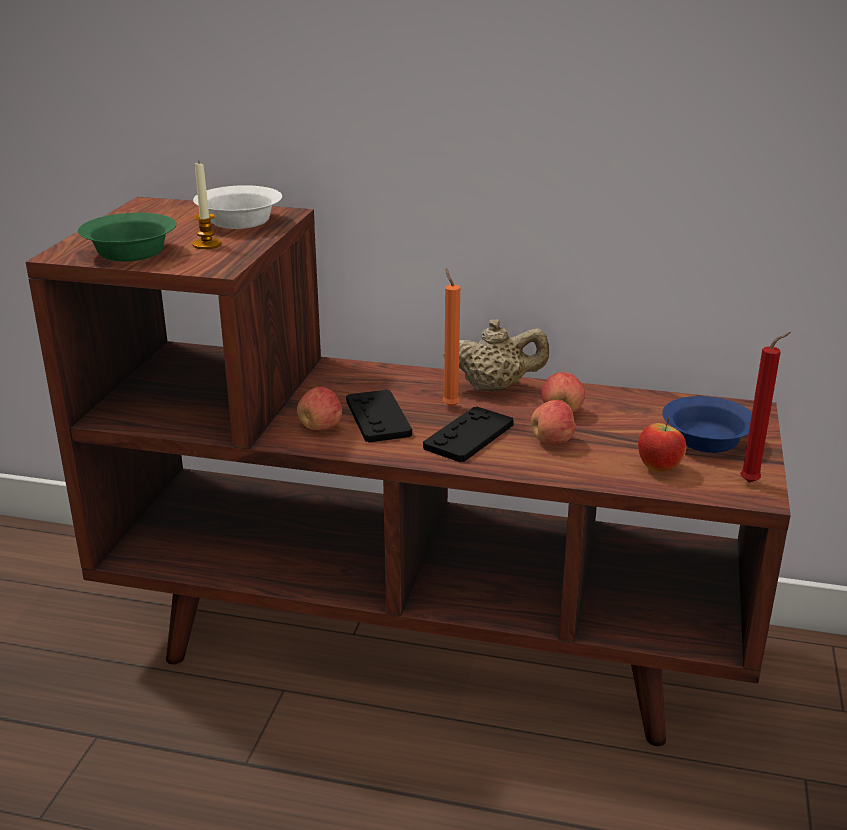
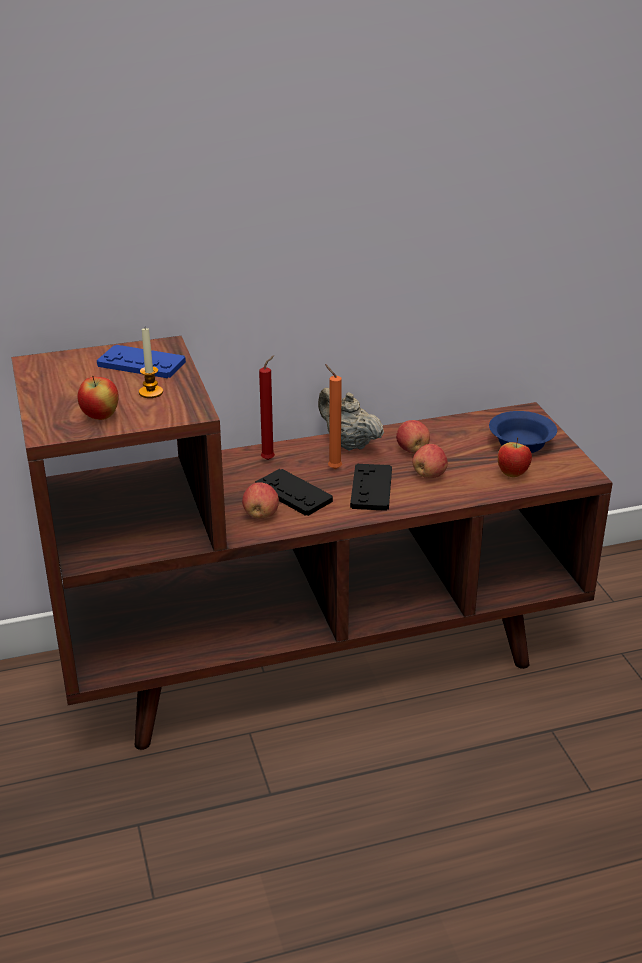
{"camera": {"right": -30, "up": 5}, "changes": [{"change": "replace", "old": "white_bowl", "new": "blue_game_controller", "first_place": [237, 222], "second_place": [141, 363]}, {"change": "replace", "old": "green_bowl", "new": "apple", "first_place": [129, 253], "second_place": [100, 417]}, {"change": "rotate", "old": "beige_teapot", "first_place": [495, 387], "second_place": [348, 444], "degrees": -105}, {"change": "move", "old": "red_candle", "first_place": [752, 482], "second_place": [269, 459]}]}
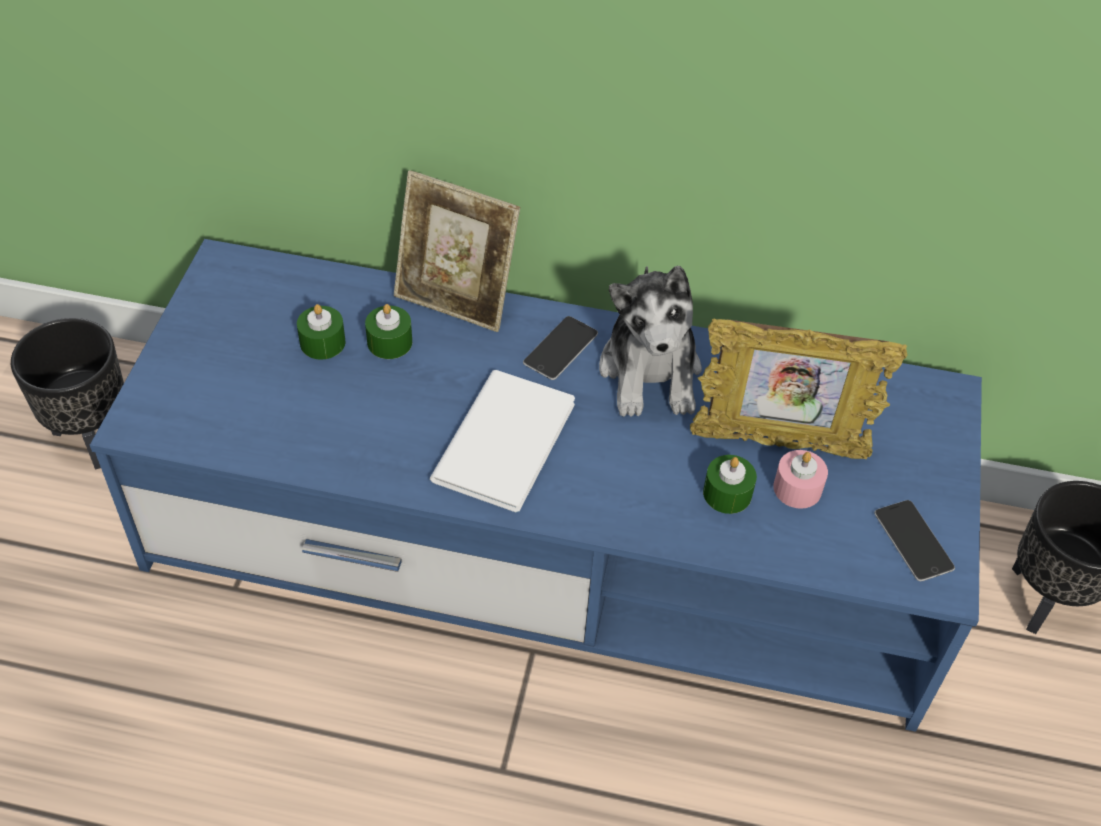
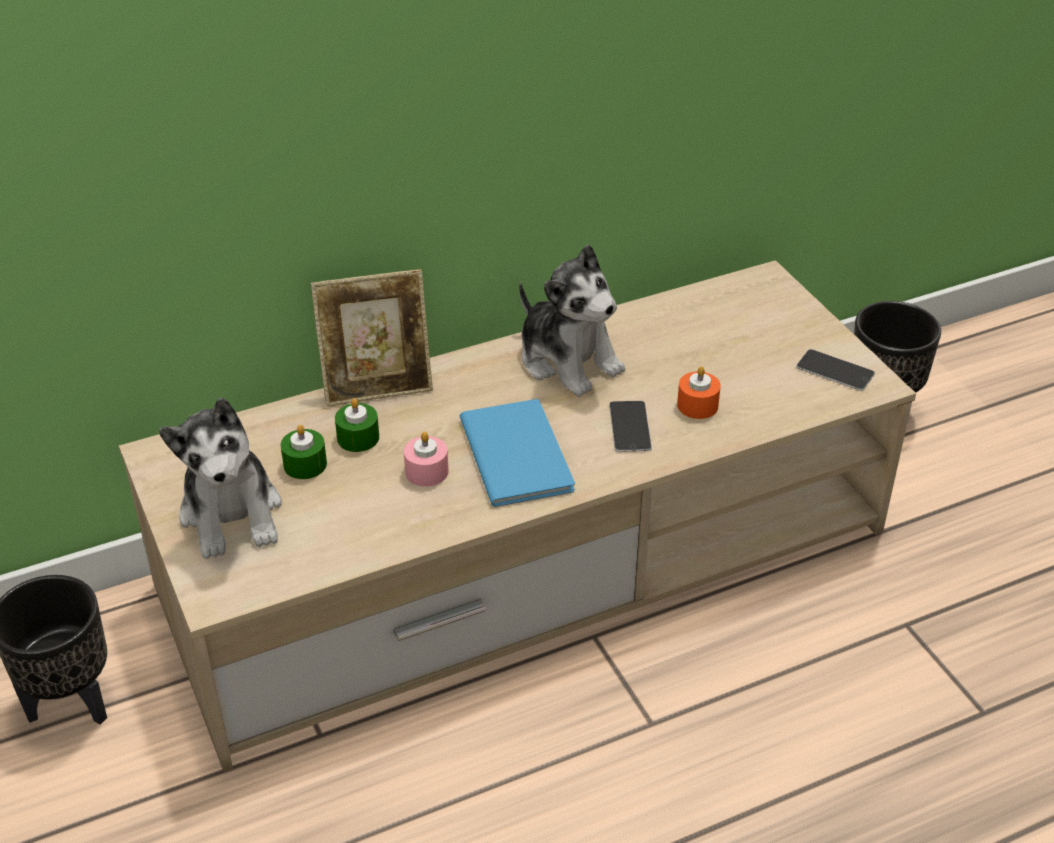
{"camera": {"right": -35, "up": -10}, "changes": [{"change": "recolor", "old": "blue_tv_stand", "new": "beige_tv_stand", "first_place": [547, 535], "second_place": [527, 557]}, {"change": "move", "old": "phone", "first_place": [560, 348], "second_place": [630, 426]}, {"change": "delete", "old": "picture_frame", "first_place": [778, 444]}, {"change": "recolor", "old": "white_book", "new": "blue_book", "first_place": [510, 440], "second_place": [519, 451]}, {"change": "move", "old": "pink_candle", "first_place": [797, 488], "second_place": [426, 471]}, {"change": "recolor", "old": "green_candle", "new": "orange_candle", "first_place": [727, 493], "second_place": [697, 405]}, {"change": "insert", "new": "plush_toy", "second_place": [232, 514]}]}
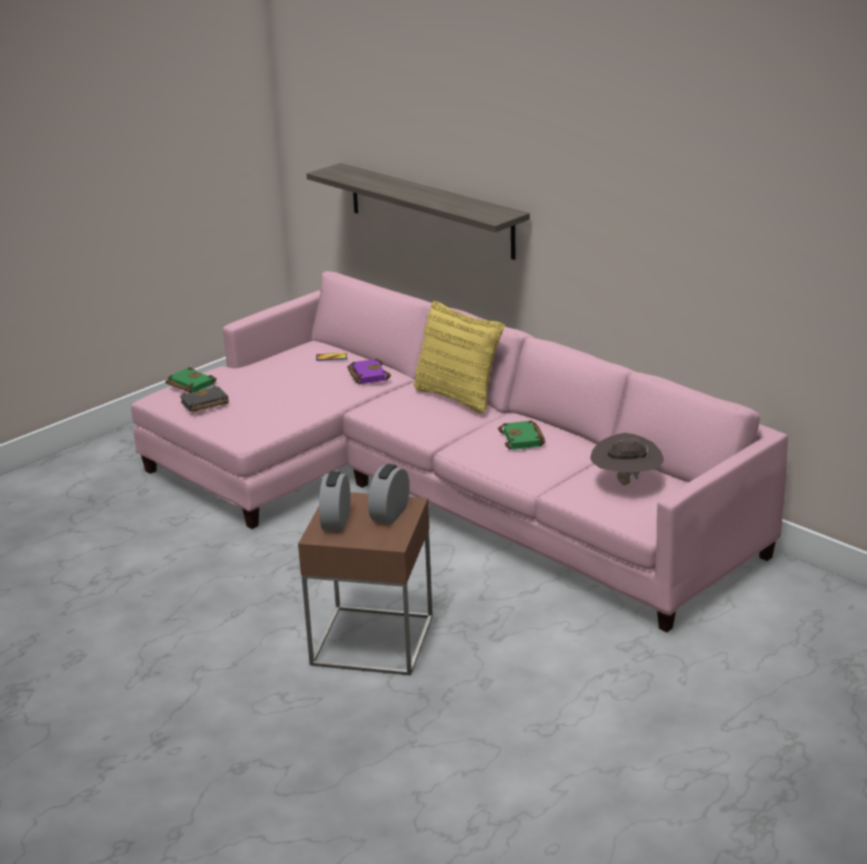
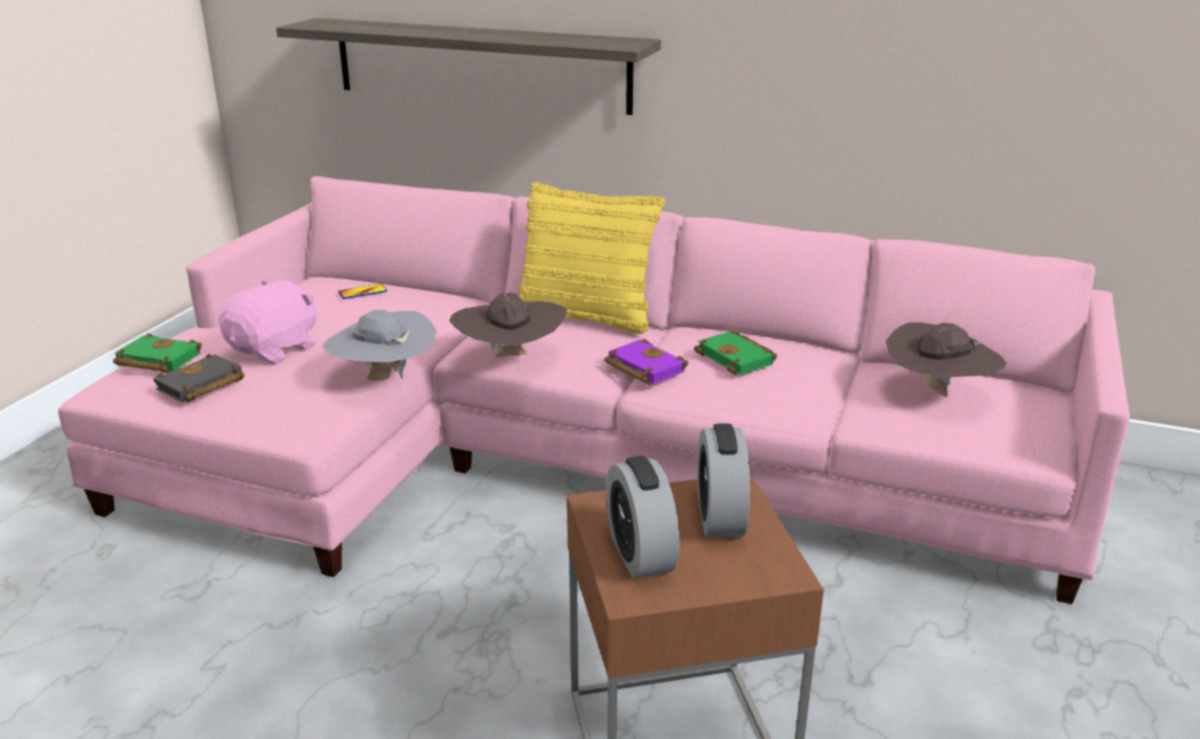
{"camera": {"right": -25, "up": 0}, "changes": [{"change": "move", "old": "purple_book", "first_place": [367, 375], "second_place": [642, 368]}, {"change": "insert", "new": "pink_plush_toy", "second_place": [275, 349]}, {"change": "insert", "new": "brown_hat", "second_place": [510, 359]}, {"change": "insert", "new": "grey_hat", "second_place": [383, 379]}]}
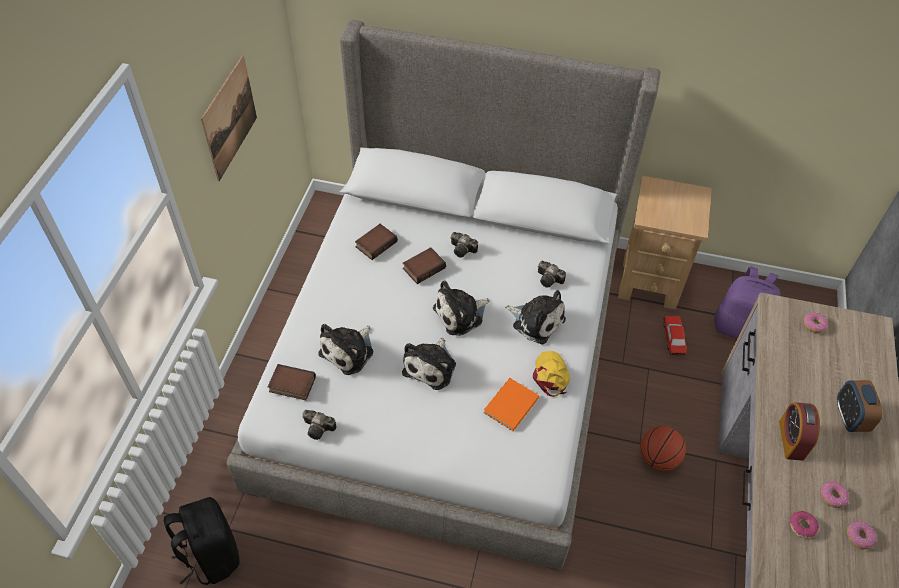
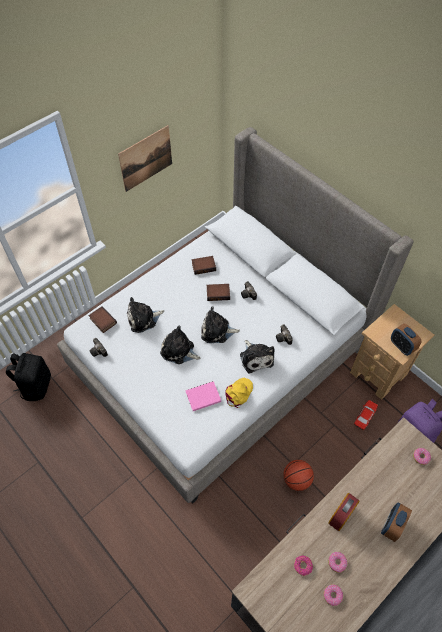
{"camera": {"right": 35, "up": 5}, "changes": [{"change": "rotate", "old": "plush_toy", "first_place": [431, 366], "second_place": [179, 351], "degrees": 60}, {"change": "recolor", "old": "orange_book", "new": "pink_book", "first_place": [509, 406], "second_place": [202, 396]}, {"change": "insert", "new": "alarm_clock", "second_place": [402, 346]}]}
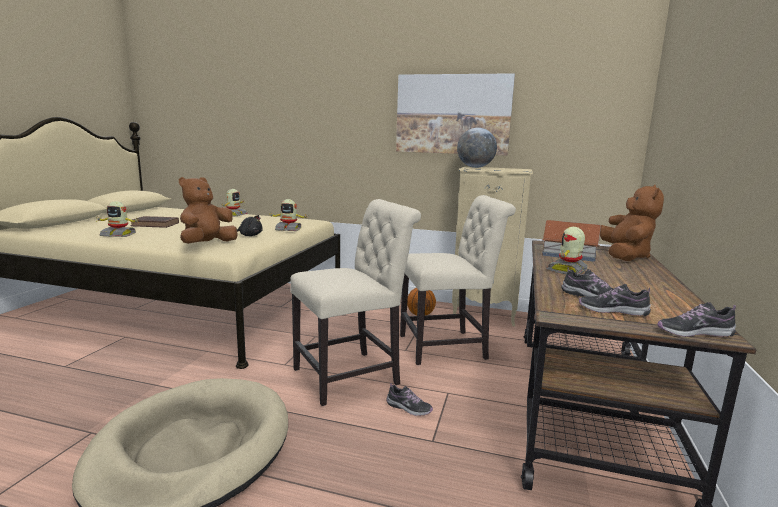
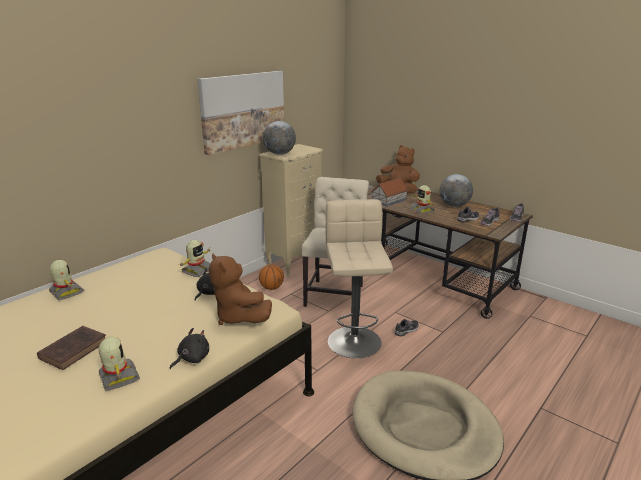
{"camera": {"right": -65, "up": 10}, "changes": [{"change": "replace", "old": "beige_chair", "new": "beige_stool", "first_place": [353, 376], "second_place": [354, 341]}, {"change": "rotate", "old": "toy_robot", "first_place": [119, 235], "second_place": [118, 378], "degrees": -60}, {"change": "insert", "new": "globe", "second_place": [454, 206]}, {"change": "insert", "new": "black_plush_toy", "second_place": [192, 358]}]}
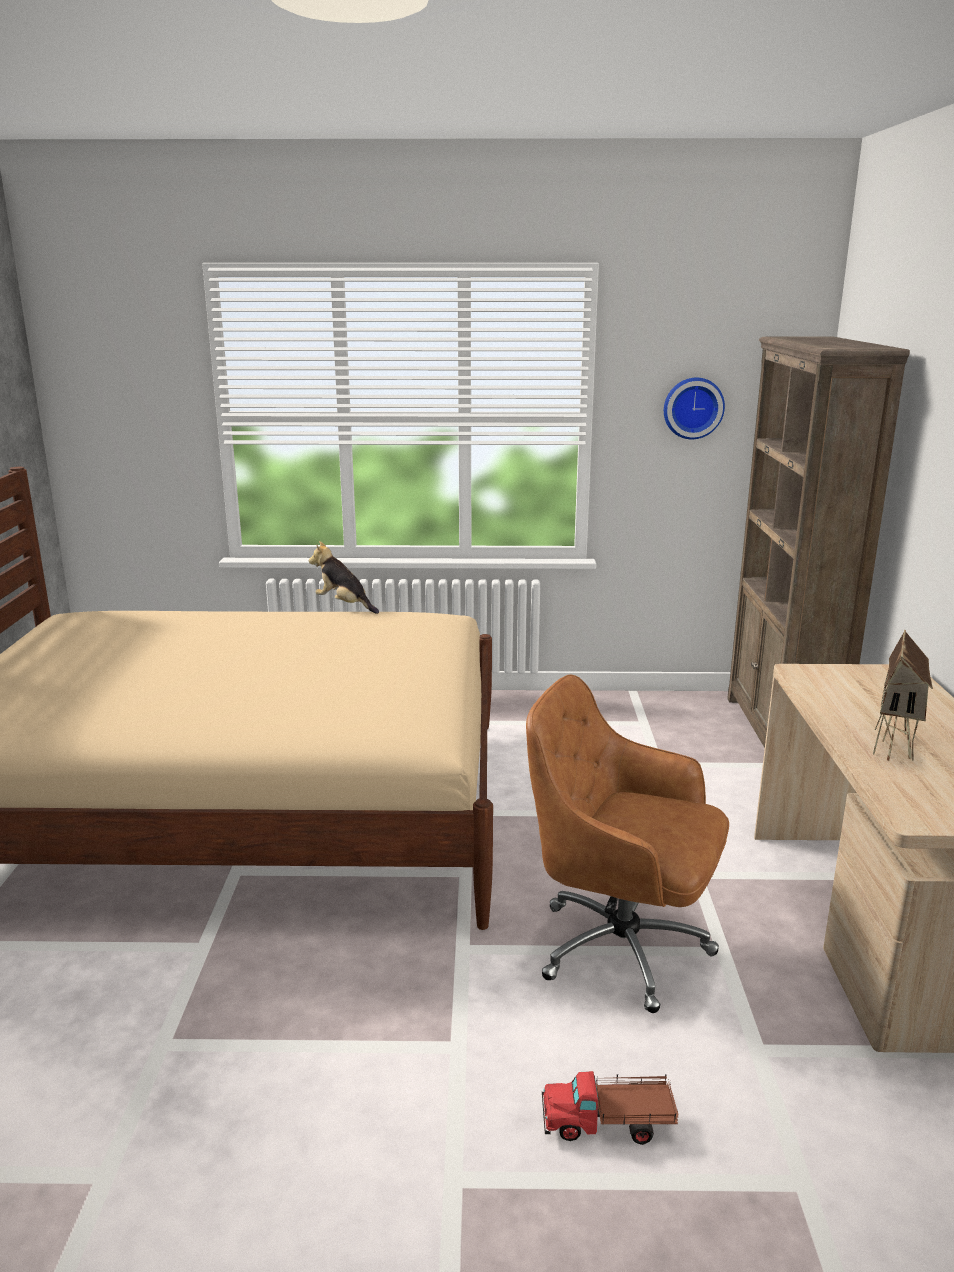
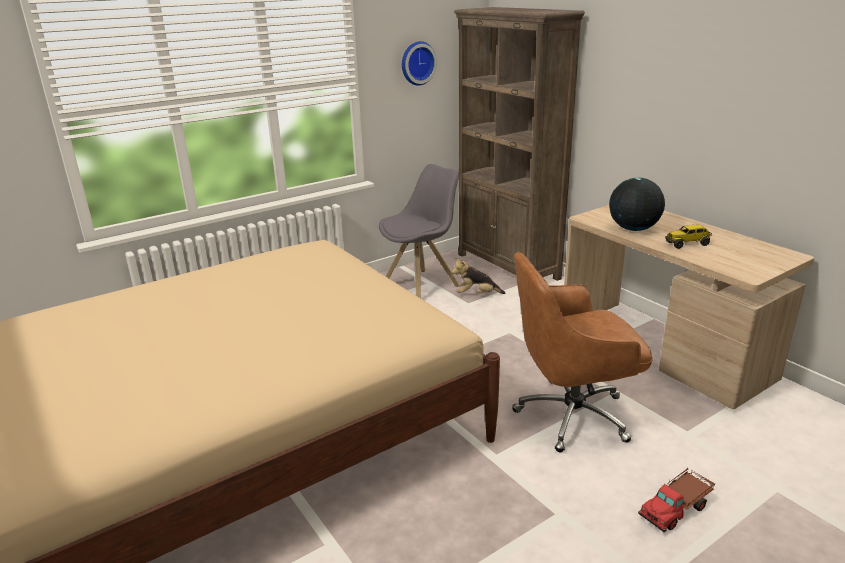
{"camera": {"right": -35, "up": 5}, "changes": [{"change": "move", "old": "plush_toy", "first_place": [344, 605], "second_place": [476, 294]}, {"change": "replace", "old": "toy_house", "new": "toy_truck", "first_place": [895, 747], "second_place": [687, 244]}, {"change": "insert", "new": "grey_chair", "second_place": [421, 286]}, {"change": "insert", "new": "globe", "second_place": [633, 229]}]}
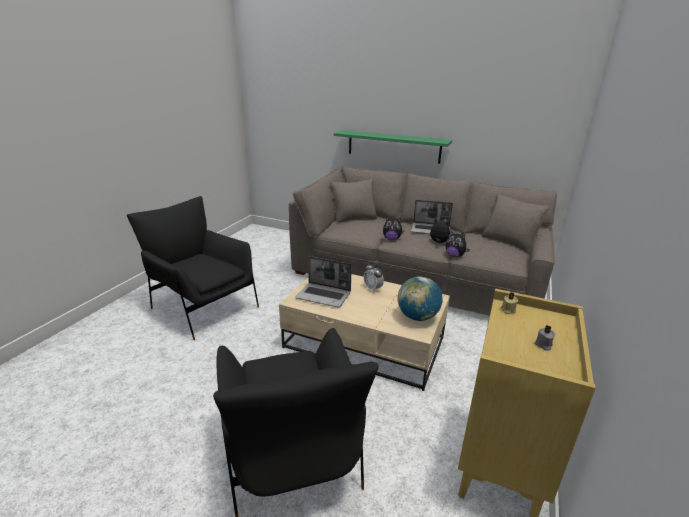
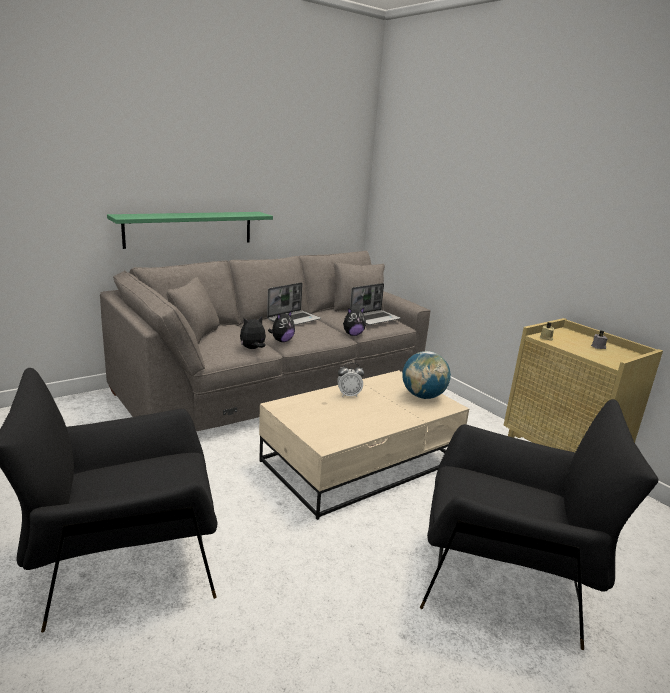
{"camera": {"right": -60, "up": -5}, "changes": [{"change": "move", "old": "plush_toy", "first_place": [438, 242], "second_place": [253, 349]}, {"change": "move", "old": "laptop", "first_place": [324, 296], "second_place": [375, 318]}]}
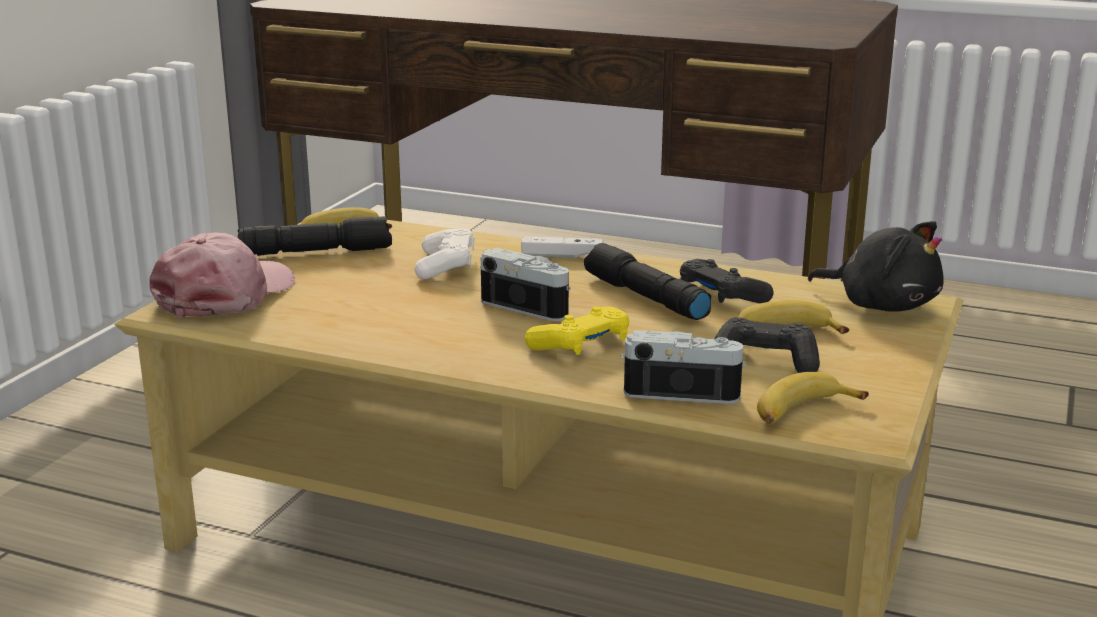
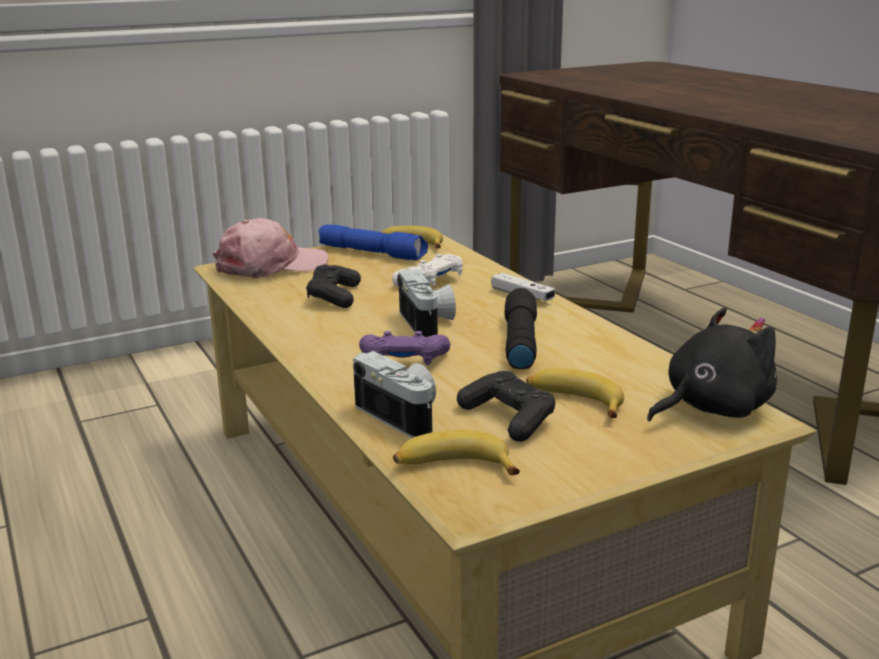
{"camera": {"right": 40, "up": 0}, "changes": [{"change": "recolor", "old": "black_flashlight", "new": "blue_flashlight", "first_place": [317, 252], "second_place": [373, 253]}, {"change": "rotate", "old": "black_plush_toy", "first_place": [882, 305], "second_place": [711, 408], "degrees": -105}, {"change": "move", "old": "black_game_controller", "first_place": [721, 295], "second_place": [334, 296]}, {"change": "recolor", "old": "yellow_game_controller", "new": "purple_game_controller", "first_place": [581, 345], "second_place": [403, 361]}]}
